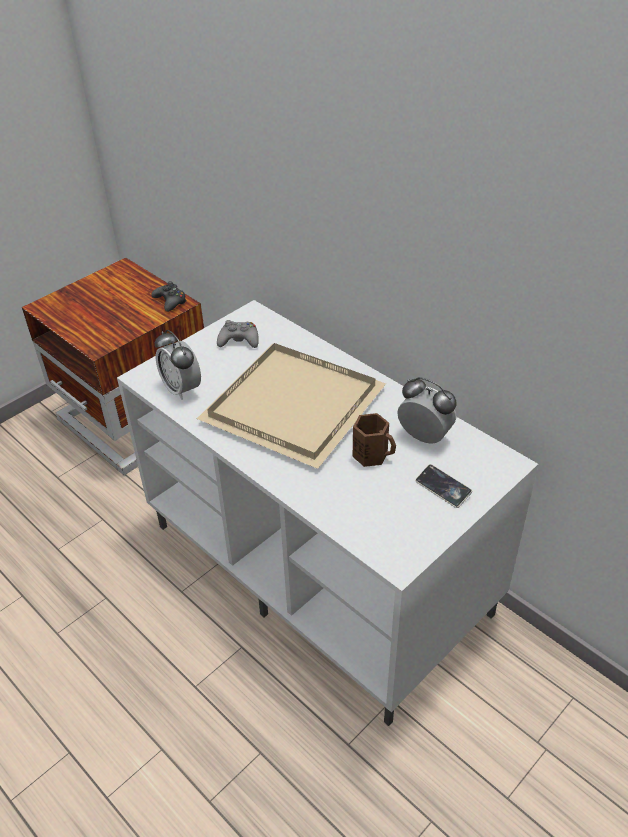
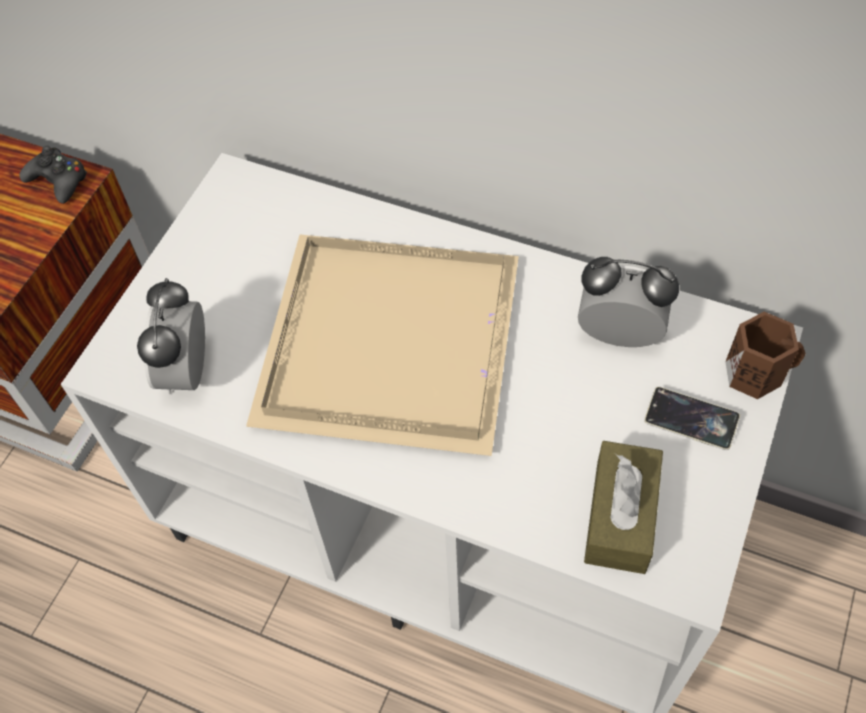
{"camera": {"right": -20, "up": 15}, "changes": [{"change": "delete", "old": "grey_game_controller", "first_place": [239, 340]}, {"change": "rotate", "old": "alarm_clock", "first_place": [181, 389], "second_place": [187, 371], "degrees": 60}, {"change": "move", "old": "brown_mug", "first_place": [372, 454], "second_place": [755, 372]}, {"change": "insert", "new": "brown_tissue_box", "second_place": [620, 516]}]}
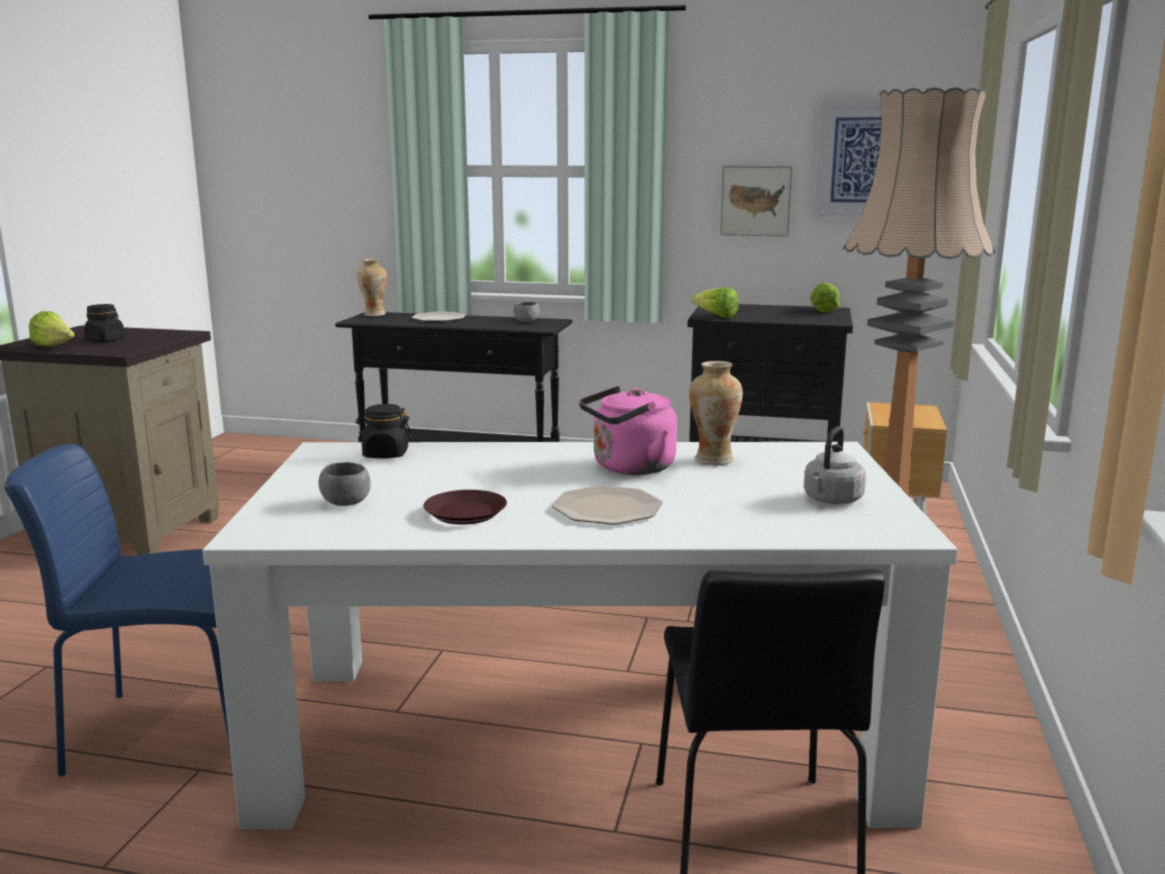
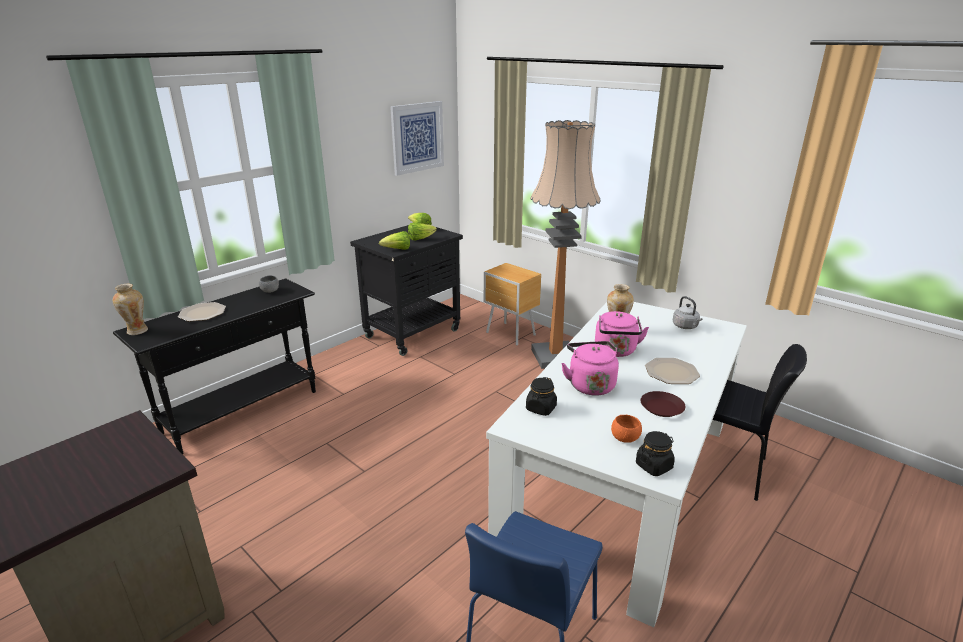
{"camera": {"right": -60, "up": 10}, "changes": [{"change": "delete", "old": "picture", "first_place": [755, 200]}, {"change": "move", "old": "black_jar", "first_place": [105, 340], "second_place": [654, 466]}, {"change": "move", "old": "lettuce", "first_place": [55, 348], "second_place": [420, 239]}, {"change": "recolor", "old": "grey_bowl", "new": "orange_bowl", "first_place": [346, 503], "second_place": [625, 438]}, {"change": "insert", "new": "pink_kettle", "second_place": [590, 384]}]}
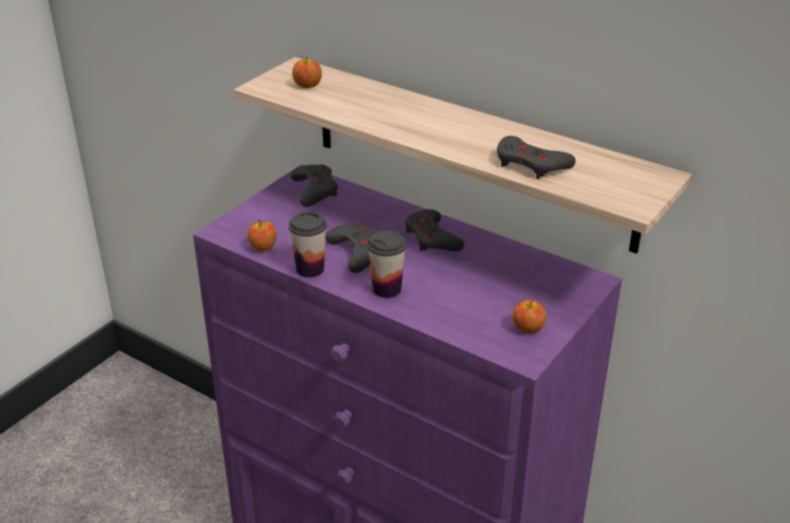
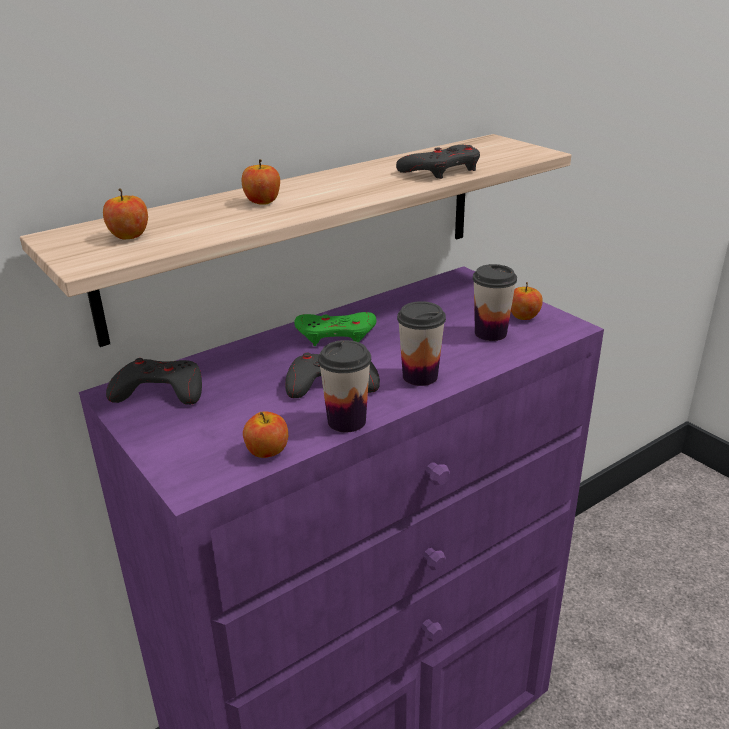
{"camera": {"right": -70, "up": -5}, "changes": [{"change": "recolor", "old": "grey_game_controller", "new": "green_game_controller", "first_place": [432, 238], "second_place": [336, 334]}, {"change": "insert", "new": "apple", "second_place": [262, 201]}, {"change": "insert", "new": "cup", "second_place": [490, 333]}]}
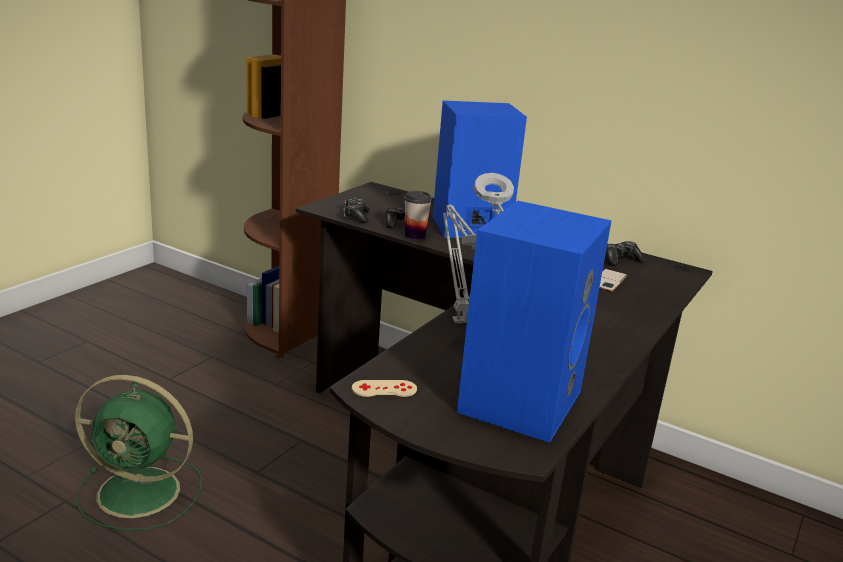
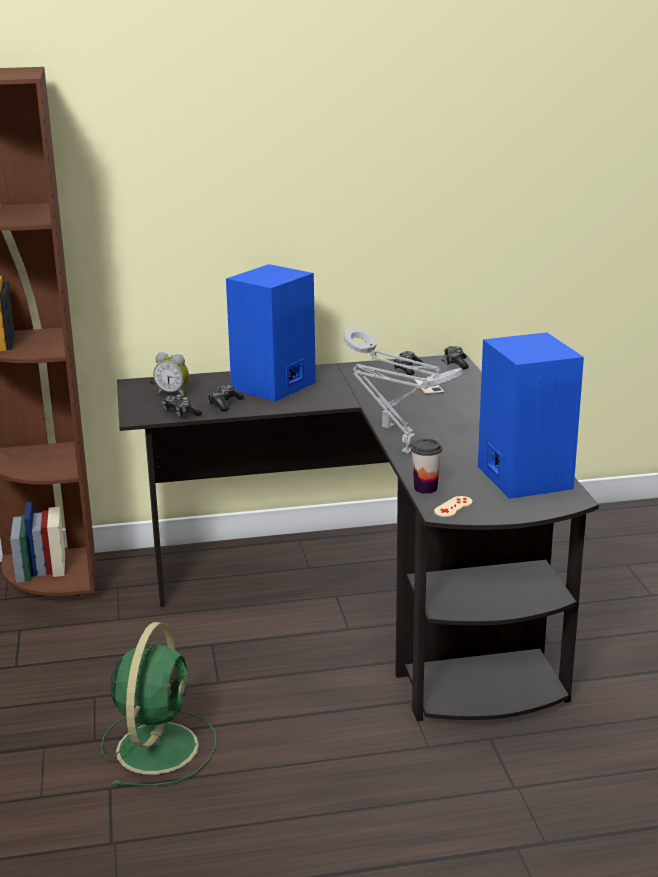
{"camera": {"right": -40, "up": 0}, "changes": [{"change": "move", "old": "cup", "first_place": [415, 235], "second_place": [425, 488]}, {"change": "rotate", "old": "green_fan", "first_place": [142, 492], "second_place": [158, 745], "degrees": -45}, {"change": "insert", "new": "game_controller", "second_place": [455, 363]}, {"change": "insert", "new": "alarm_clock", "second_place": [173, 393]}]}
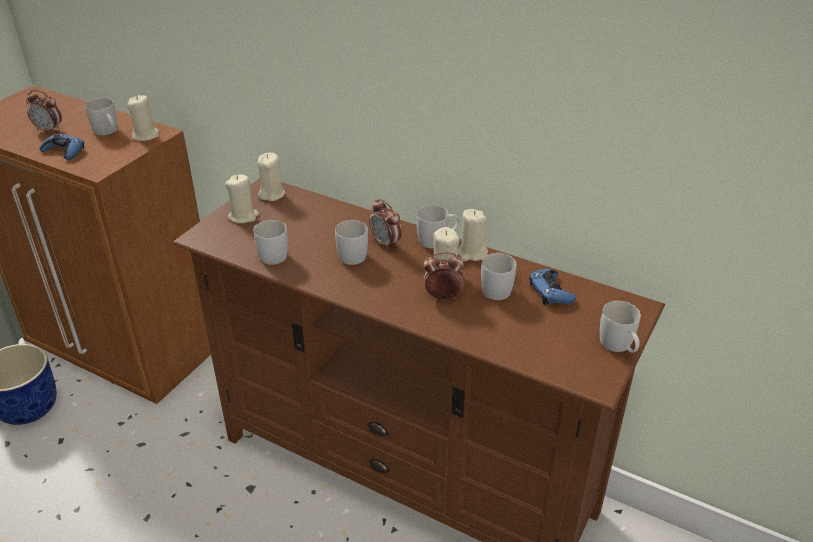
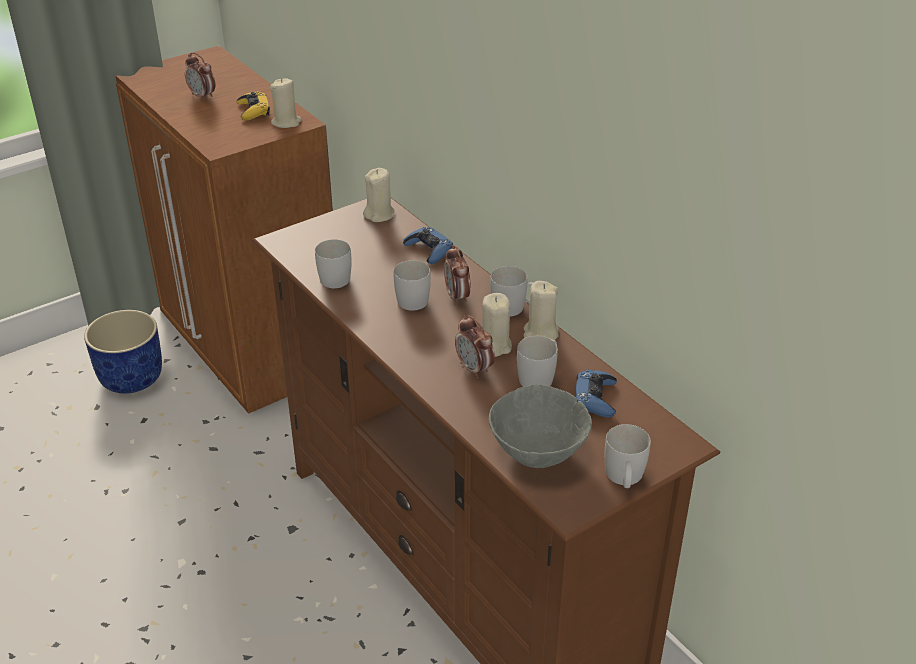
{"camera": {"right": 25, "up": 0}, "changes": [{"change": "replace", "old": "white_mug", "new": "yellow_game_controller", "first_place": [107, 132], "second_place": [253, 110]}, {"change": "move", "old": "blue_game_controller", "first_place": [64, 151], "second_place": [429, 250]}, {"change": "delete", "old": "beige_candle", "first_place": [243, 216]}, {"change": "rotate", "old": "alarm_clock", "first_place": [443, 296], "second_place": [474, 369], "degrees": -150}, {"change": "insert", "new": "grey_bowl", "second_place": [537, 451]}]}
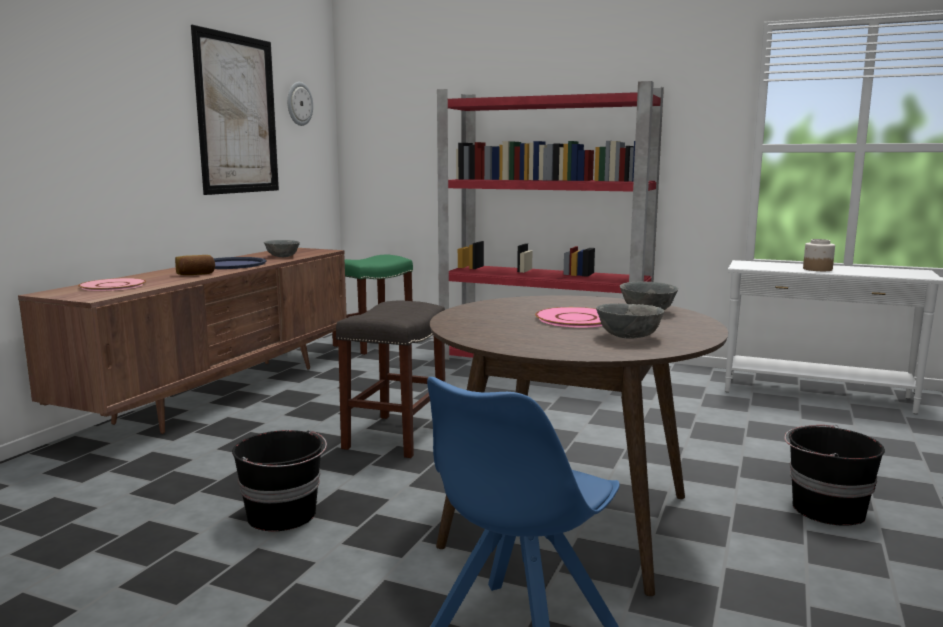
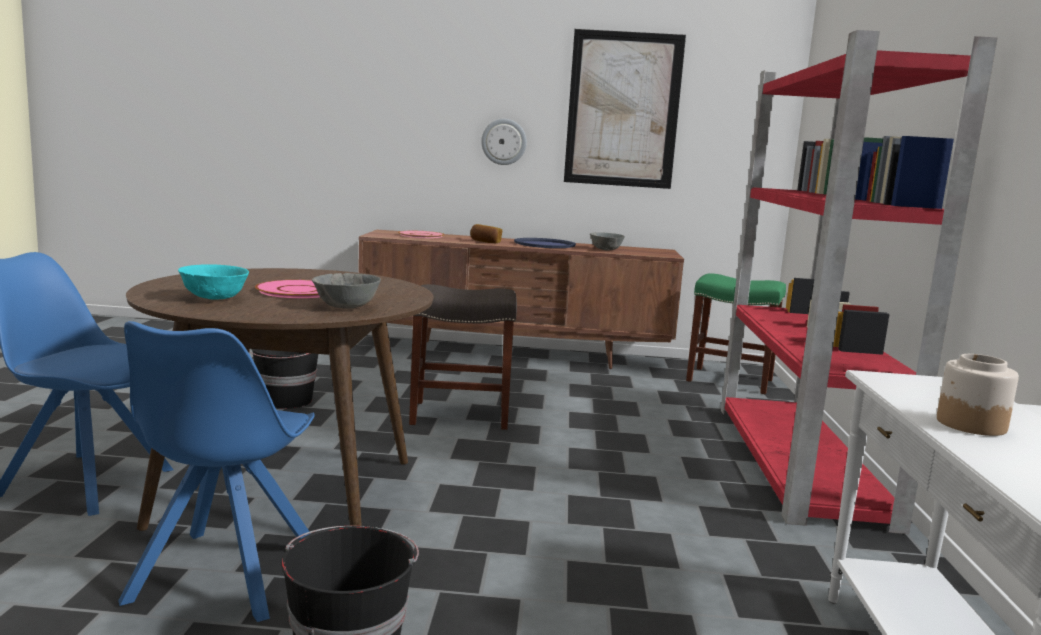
{"camera": {"right": 70, "up": 0}, "changes": [{"change": "move", "old": "wall_clock", "first_place": [299, 104], "second_place": [504, 142]}, {"change": "recolor", "old": "grey_bowl", "new": "turquoise_bowl", "first_place": [628, 337], "second_place": [215, 298]}, {"change": "insert", "new": "blue_chair", "second_place": [223, 576]}]}
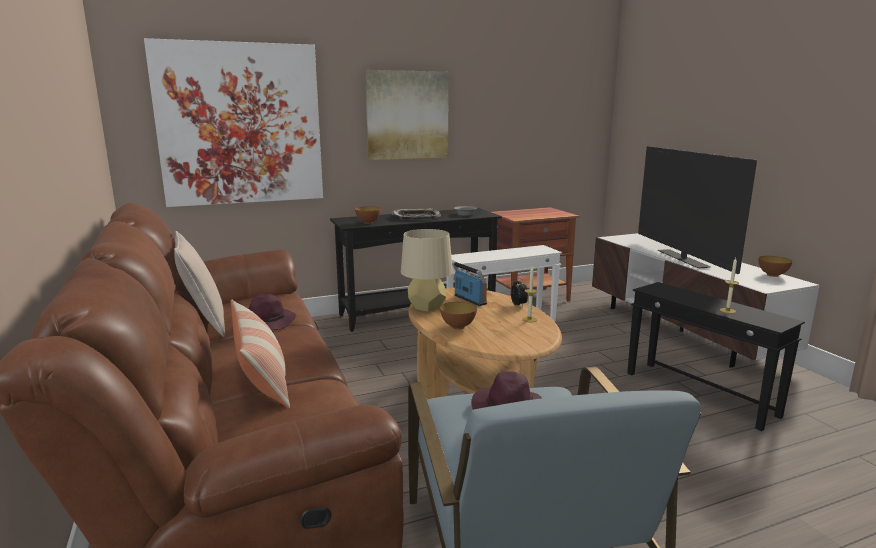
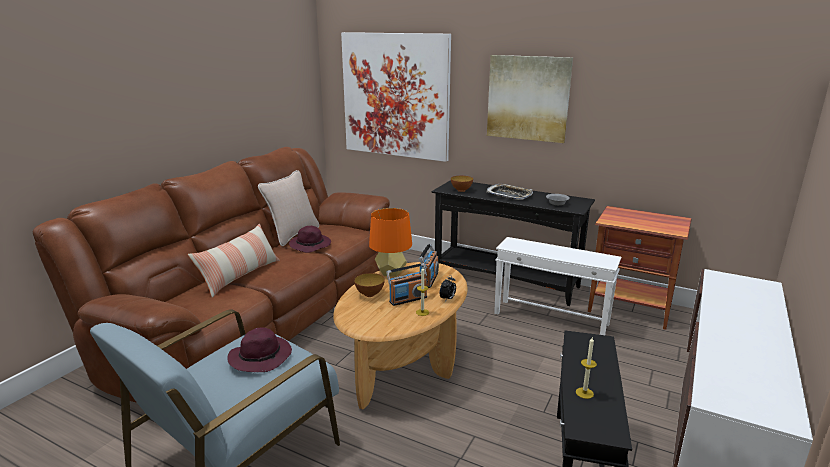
{"camera": {"right": 50, "up": 5}, "changes": [{"change": "delete", "old": "television", "first_place": [682, 259]}, {"change": "recolor", "old": "beige_table_lamp", "new": "orange_table_lamp", "first_place": [426, 307], "second_place": [391, 272]}, {"change": "delete", "old": "bowl", "first_place": [772, 275]}, {"change": "insert", "new": "radio", "second_place": [408, 299]}]}
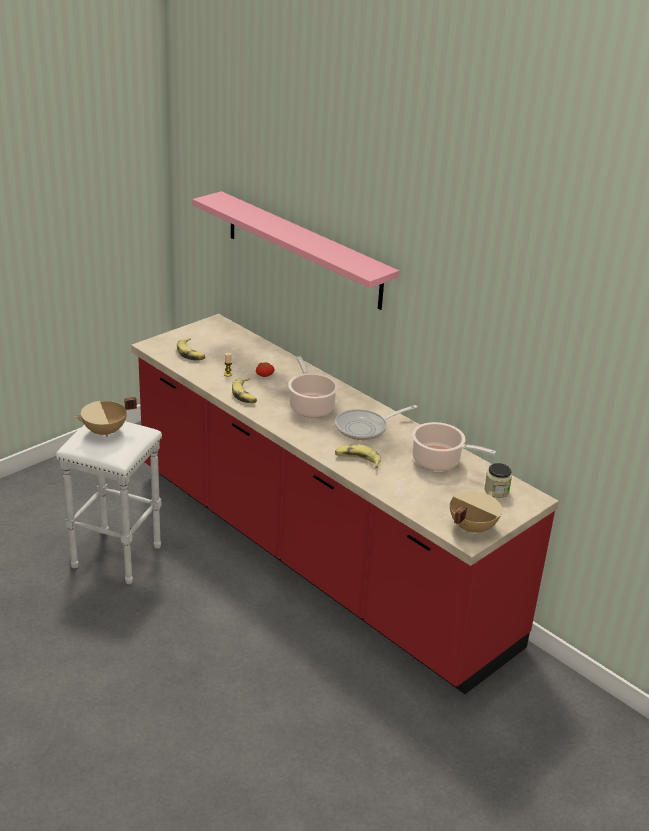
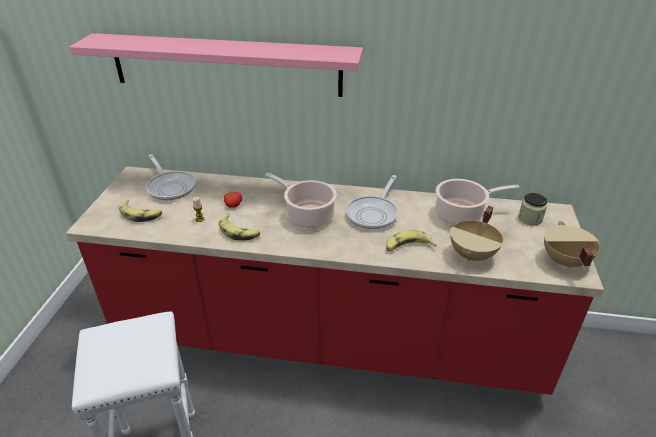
{"camera": {"right": -35, "up": 5}, "changes": [{"change": "move", "old": "beige_cooking_pot", "first_place": [105, 432], "second_place": [473, 255]}, {"change": "insert", "new": "frying_pan", "second_place": [170, 187]}]}
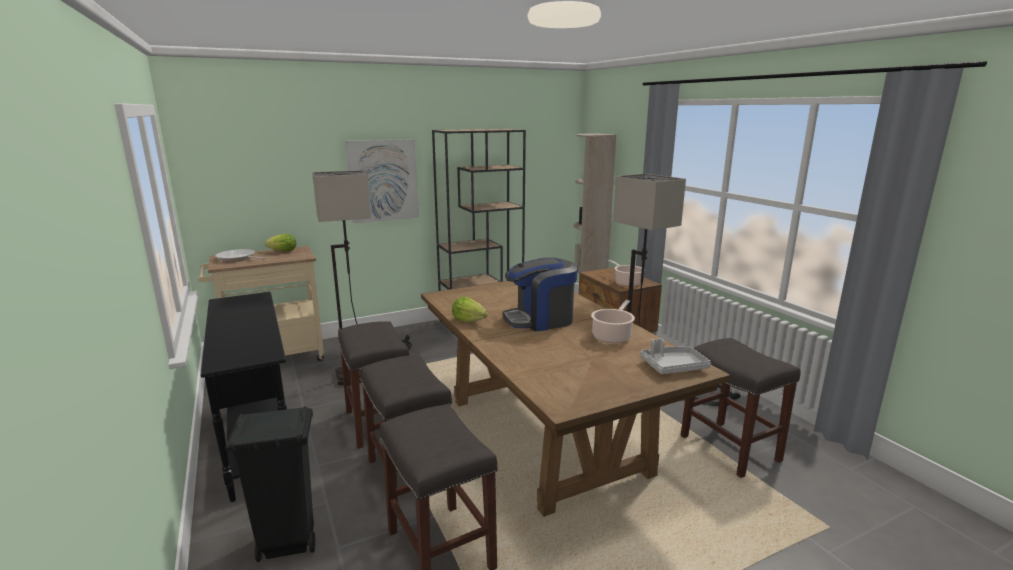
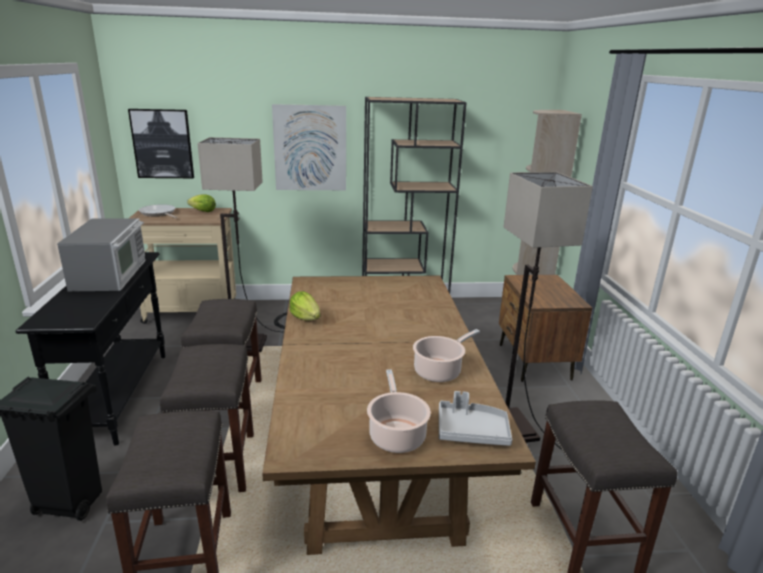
{"camera": {"right": 20, "up": 5}, "changes": [{"change": "delete", "old": "coffee_machine", "first_place": [540, 320]}, {"change": "move", "old": "cooking_pot", "first_place": [626, 283], "second_place": [396, 434]}, {"change": "insert", "new": "picture", "second_place": [162, 144]}, {"change": "insert", "new": "microwave", "second_place": [111, 274]}]}
